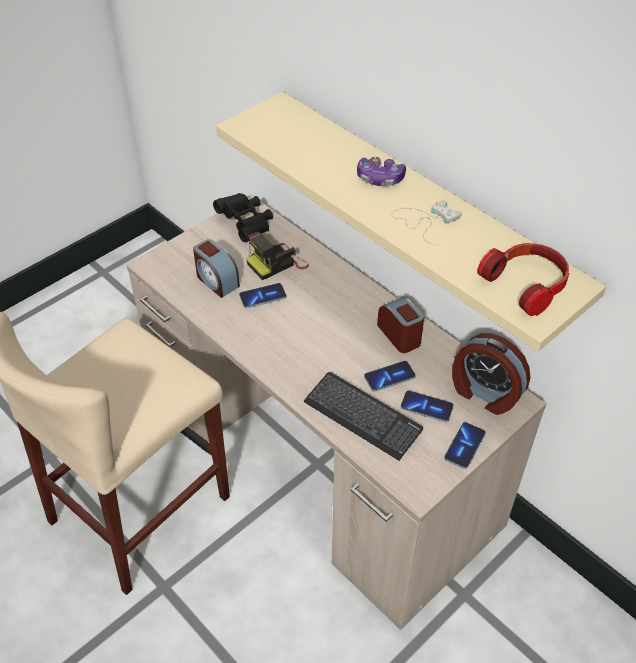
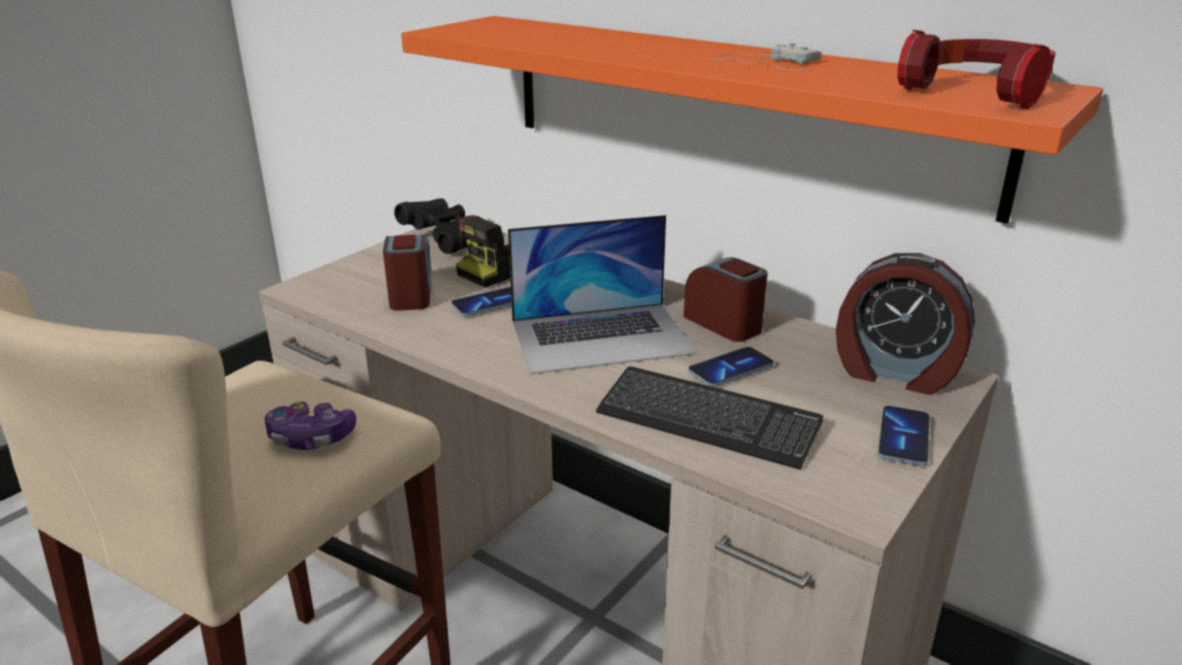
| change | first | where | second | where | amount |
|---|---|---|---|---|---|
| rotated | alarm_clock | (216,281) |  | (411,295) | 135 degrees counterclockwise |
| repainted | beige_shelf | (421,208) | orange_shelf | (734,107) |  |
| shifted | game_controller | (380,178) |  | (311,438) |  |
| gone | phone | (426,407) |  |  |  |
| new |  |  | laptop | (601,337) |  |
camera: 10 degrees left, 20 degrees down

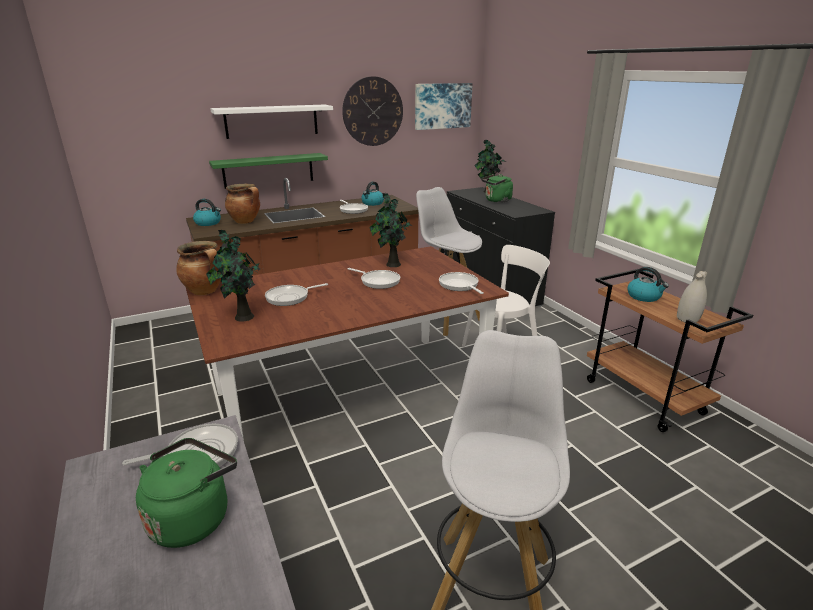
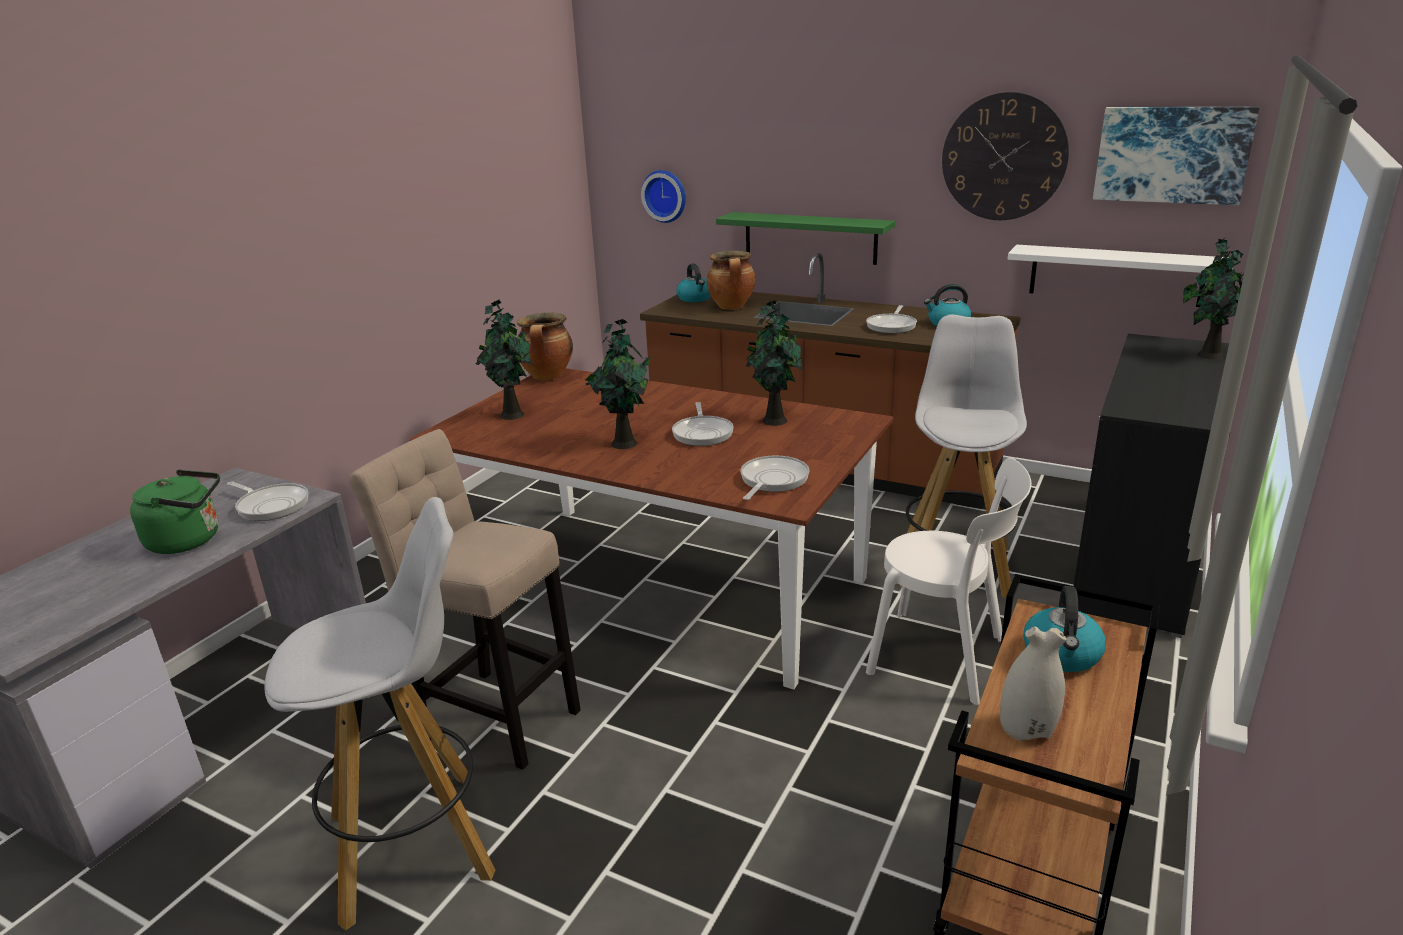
| change | first | where | second | where | amount |
|---|---|---|---|---|---|
| shifted | white_shelf | (272,121) |  | (1115,275) |  |
| gone | frying_pan | (290,297) |  |  |  |
| gone | green_kettle | (496,201) |  |  |  |
| new |  |  | beige_stool | (493,715) |  |
| new |  |  | potted_plant | (624,442) |  |
| new |  |  | wall_clock | (665,195) |  |
camera: 55 degrees right, 0 degrees up

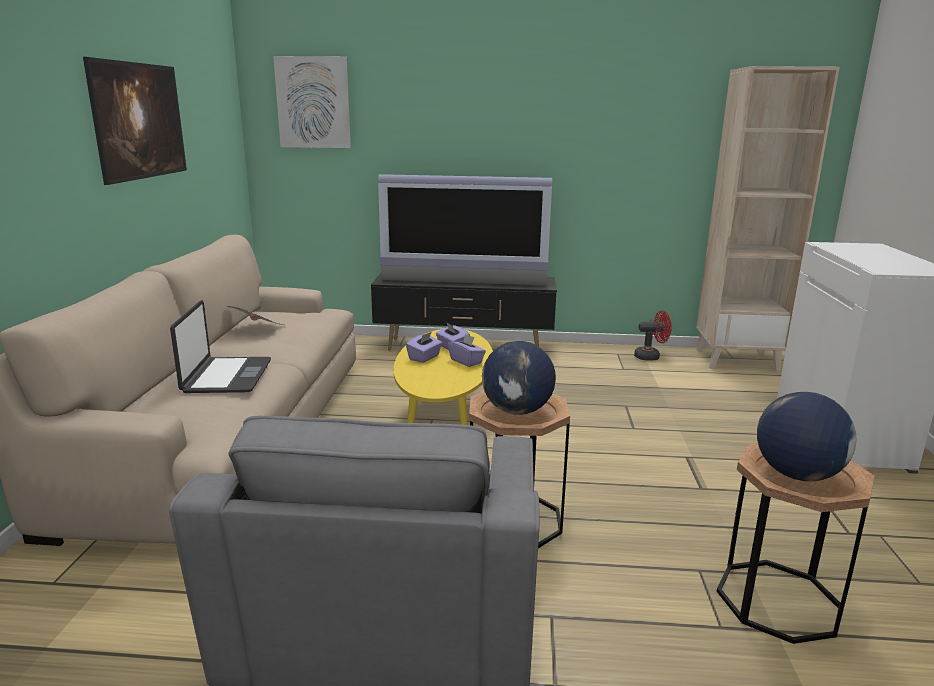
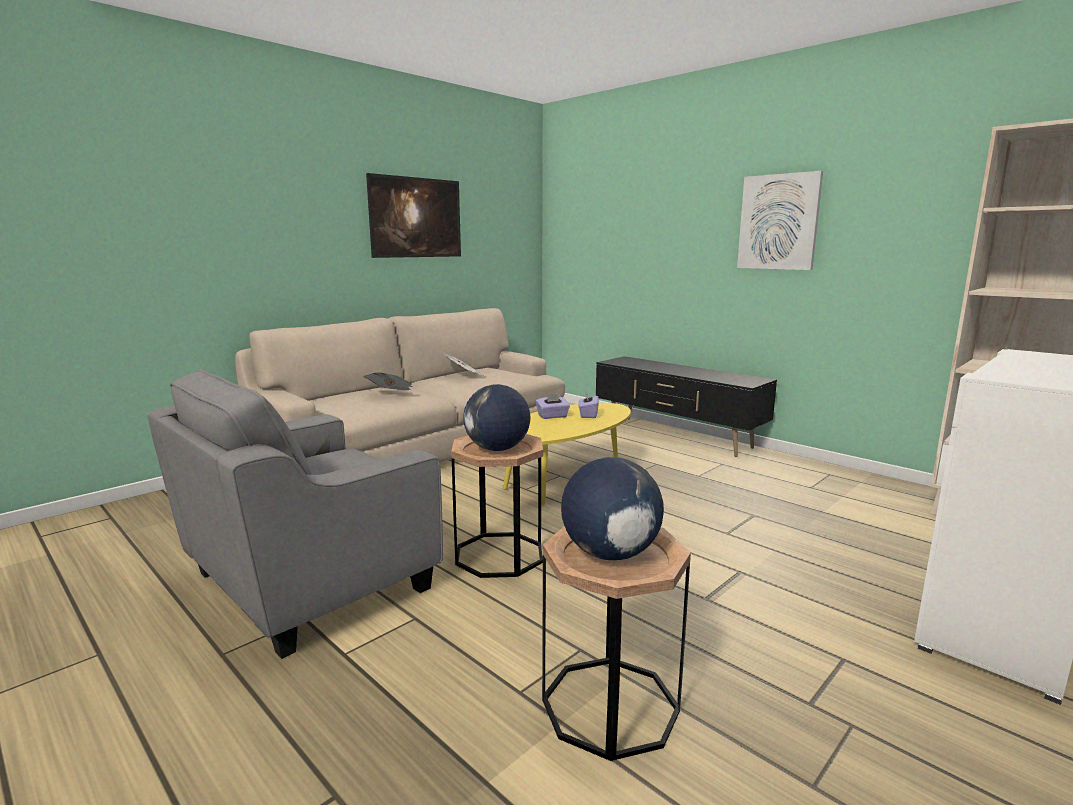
| change | first | where | second | where | amount |
|---|---|---|---|---|---|
| swapped | laptop | (226,376) | newspaper | (391,395) |  |
| shifted | picture | (313,102) |  | (778,222) |  |
| gone | television | (463,282) |  |  |  |
| gone | purple_tissue_box | (466,361) |  |  |  |
| gone | red_fan | (651,356) |  |  |  |
camera: 40 degrees right, 5 degrees down

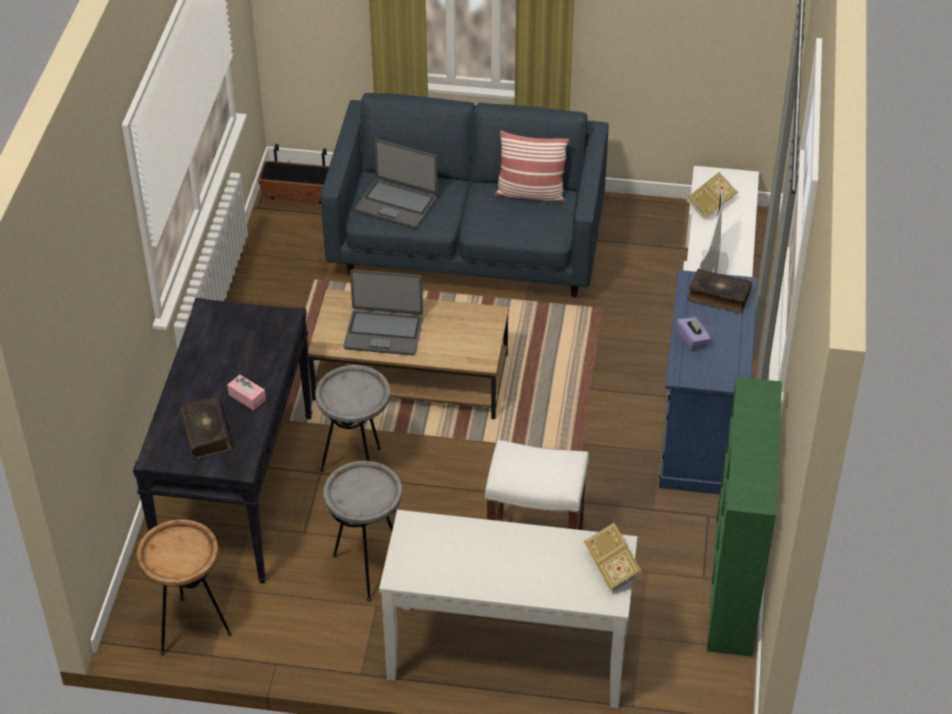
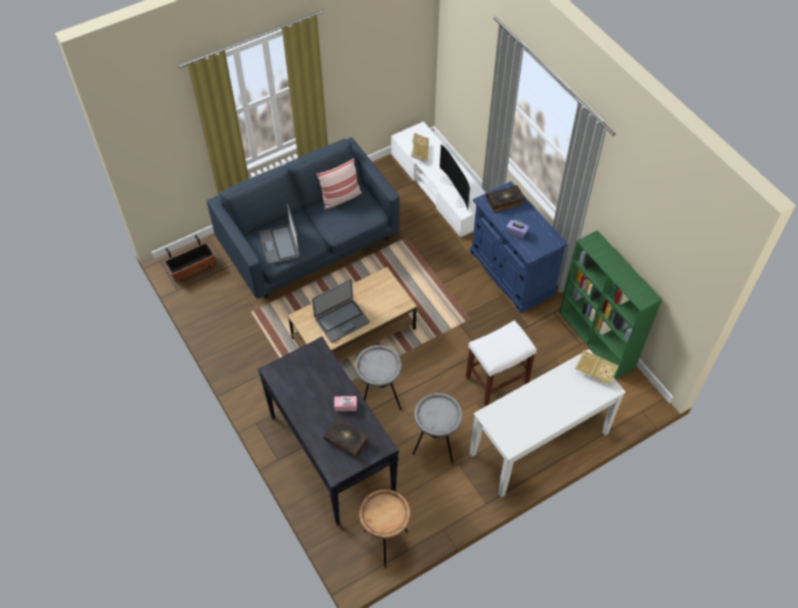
| change | first | where | second | where | amount |
|---|---|---|---|---|---|
| rotated | laptop | (397,204) |  | (280,245) | 90 degrees clockwise |
camera: 40 degrees left, 10 degrees up

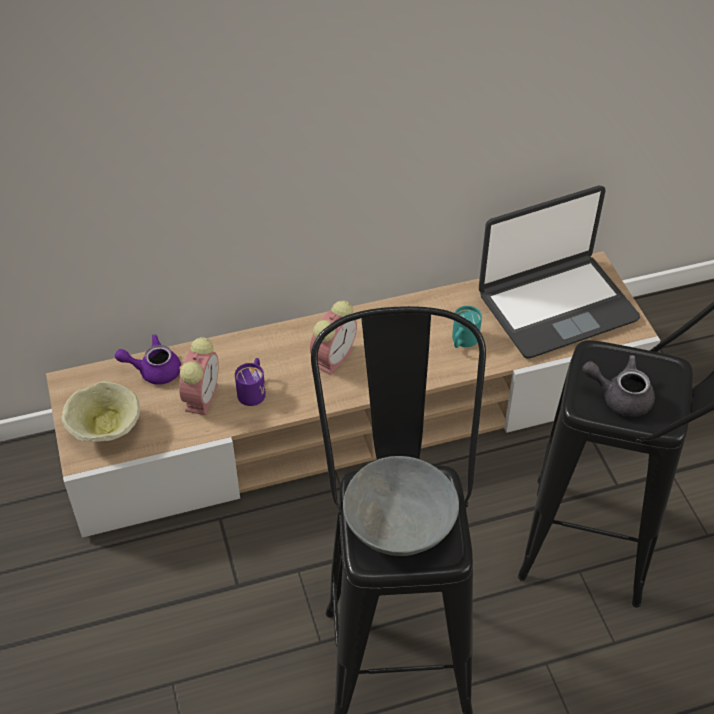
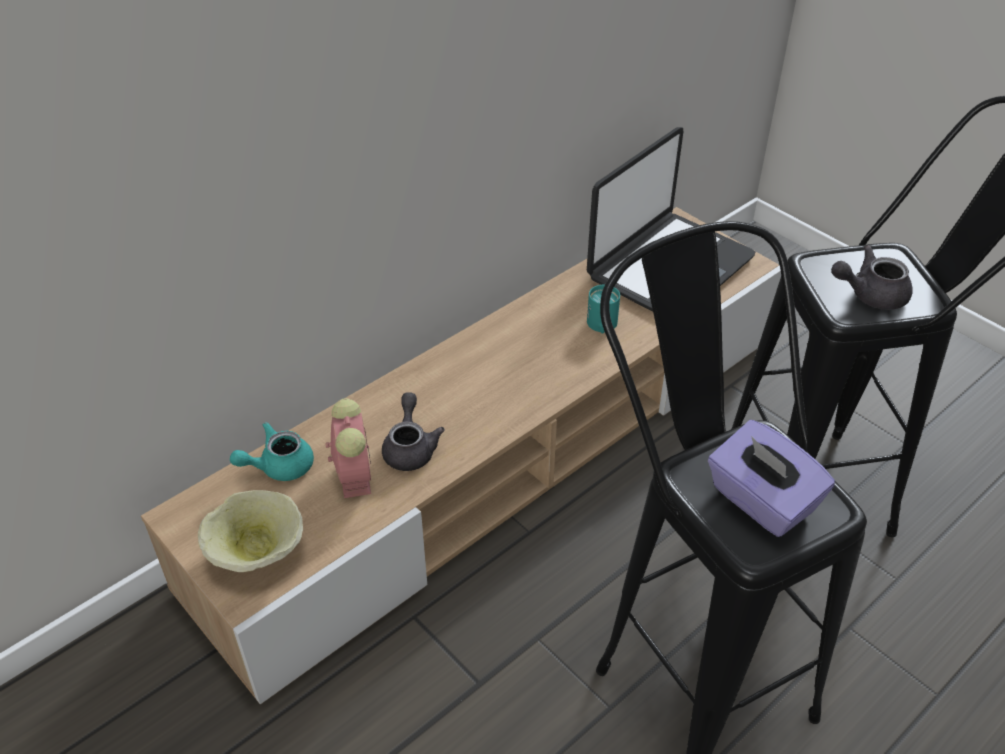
| change | first | where | second | where | amount |
|---|---|---|---|---|---|
| repainted | purple_teapot | (154,370) | turquoise_teapot | (278,466) |  |
| swapped | purple_mug | (253,390) | grey_teapot | (410,448) |  |
| gone | alarm_clock | (334,356) |  |  |  |
| swapped | grey_bowl | (400,526) | purple_tissue_box | (761,501) |  |
camera: 25 degrees left, 5 degrees down

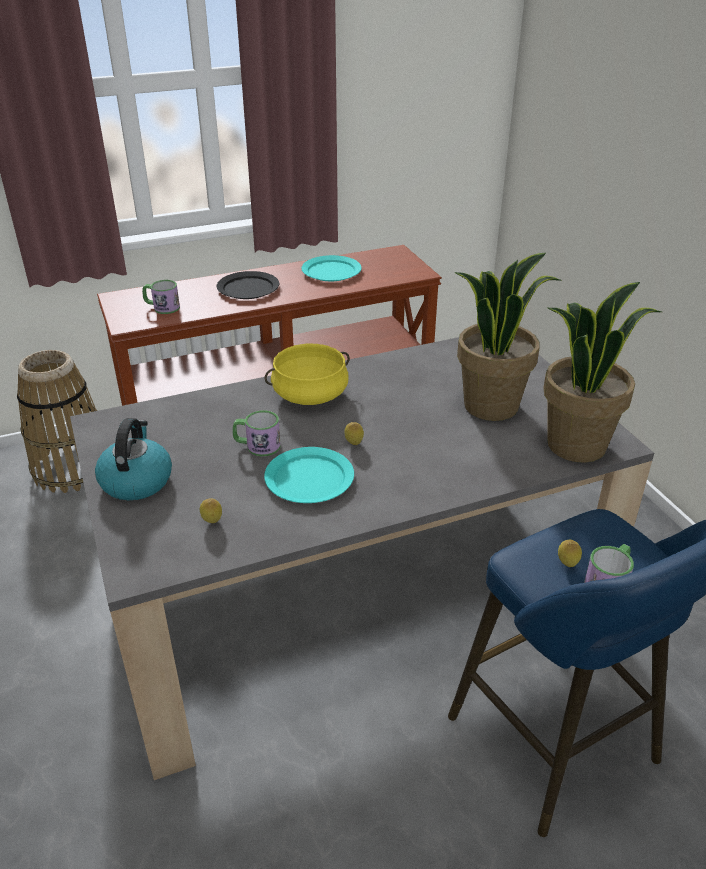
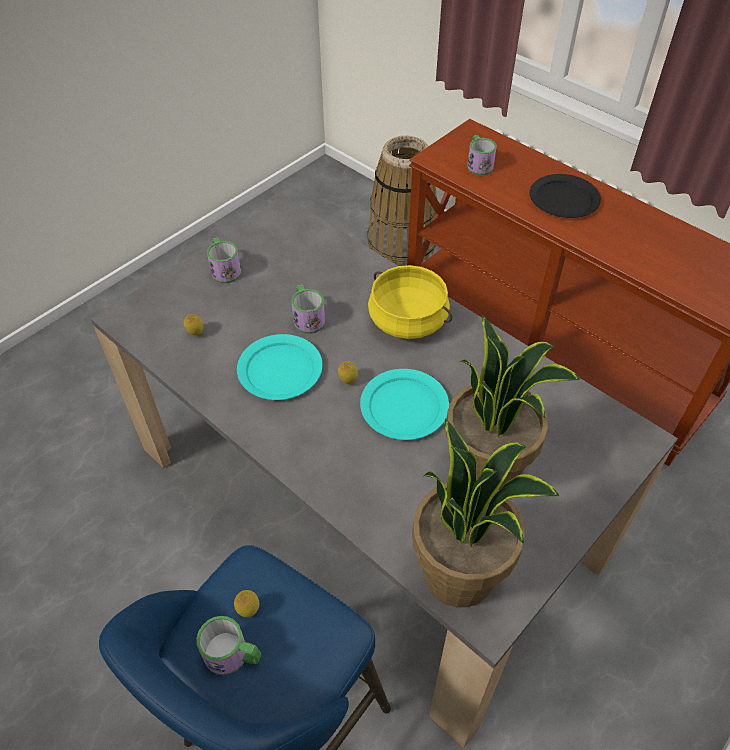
| change | first | where | second | where | amount |
|---|---|---|---|---|---|
| swapped | kettle | (136,480) | mug | (224,269) |  |
| shifted | turquoise_plate | (331,271) |  | (405,406) |  |
camera: 65 degrees right, 15 degrees up

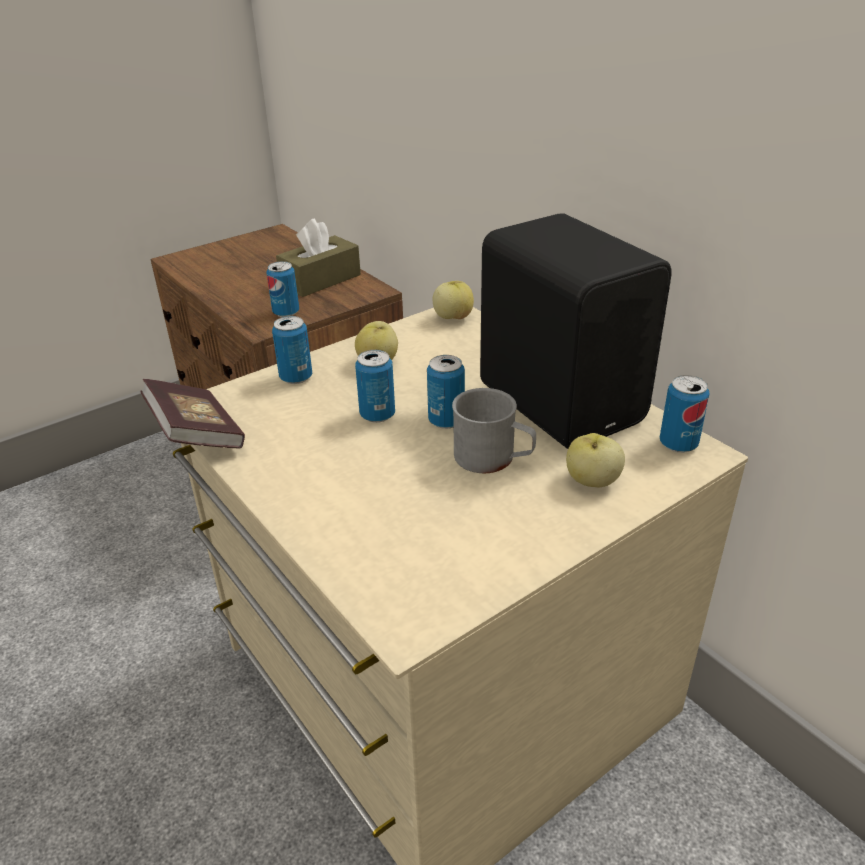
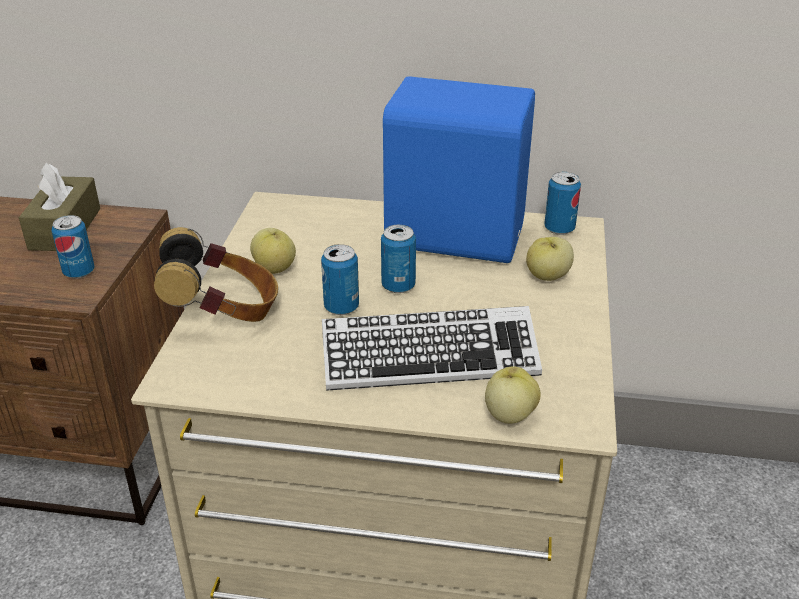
| change | first | where | second | where | amount |
|---|---|---|---|---|---|
| gone | book | (196,435) |  |  |  |
| swapped | can | (296,377) | headphones | (223,313) |  |
| shifted | apple | (453,317) |  | (509,415) |  |
| gone | grey_mug | (493,458) |  |  |  |
| repainted | black_speaker | (562,401) | blue_speaker | (453,234) |  |
| new |  |  | keyboard | (429,359) |  |
camera: 45 degrees left, 0 degrees up

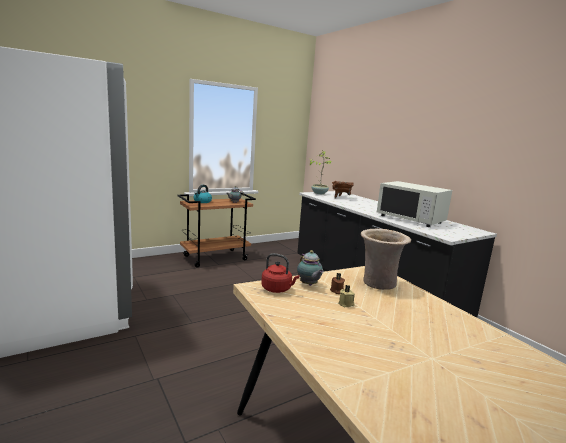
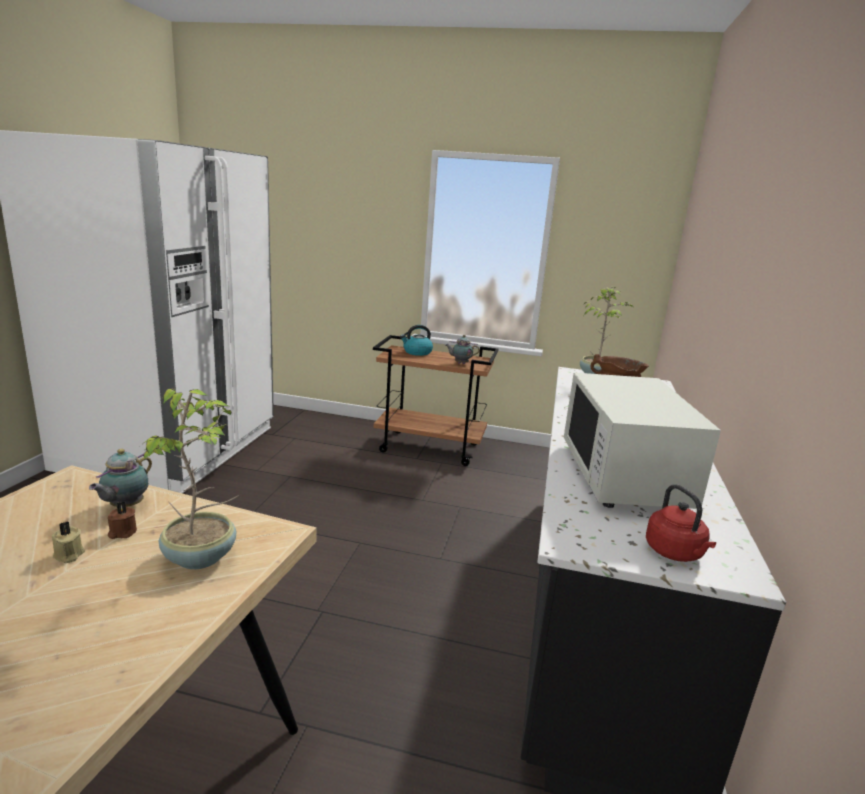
| change | first | where | second | where | amount |
|---|---|---|---|---|---|
| shifted | red_kettle | (277,289) |  | (675,553) |  |
| swapped | beige_vase | (378,284) | potted_plant | (202,557) |  |
camera: 45 degrees right, 5 degrees up

